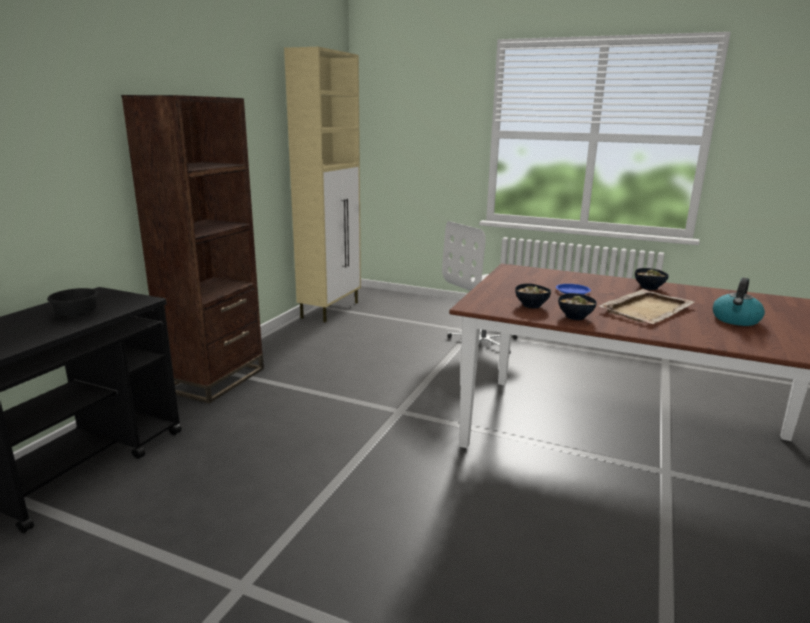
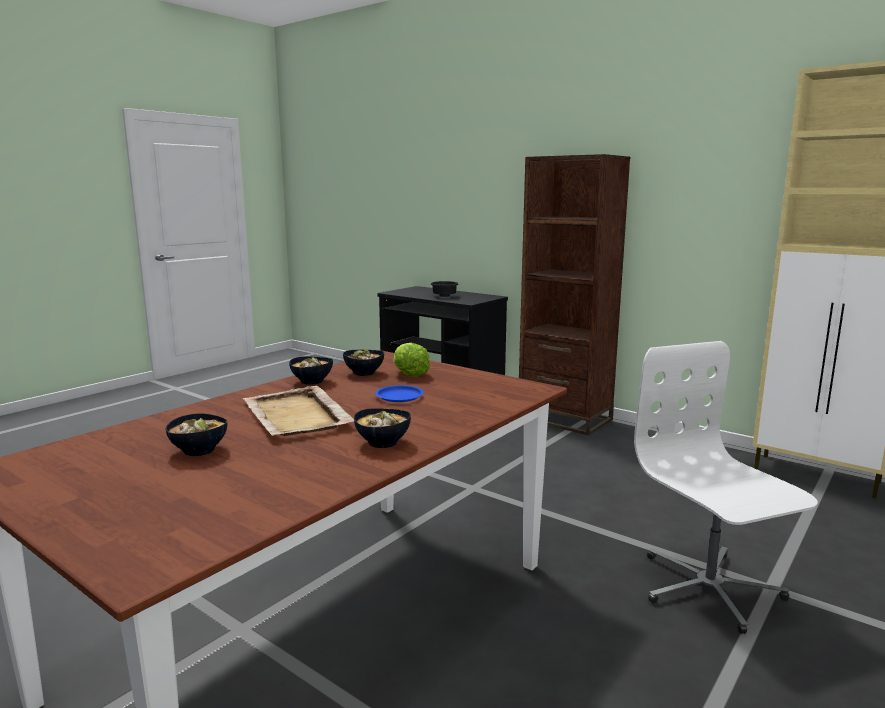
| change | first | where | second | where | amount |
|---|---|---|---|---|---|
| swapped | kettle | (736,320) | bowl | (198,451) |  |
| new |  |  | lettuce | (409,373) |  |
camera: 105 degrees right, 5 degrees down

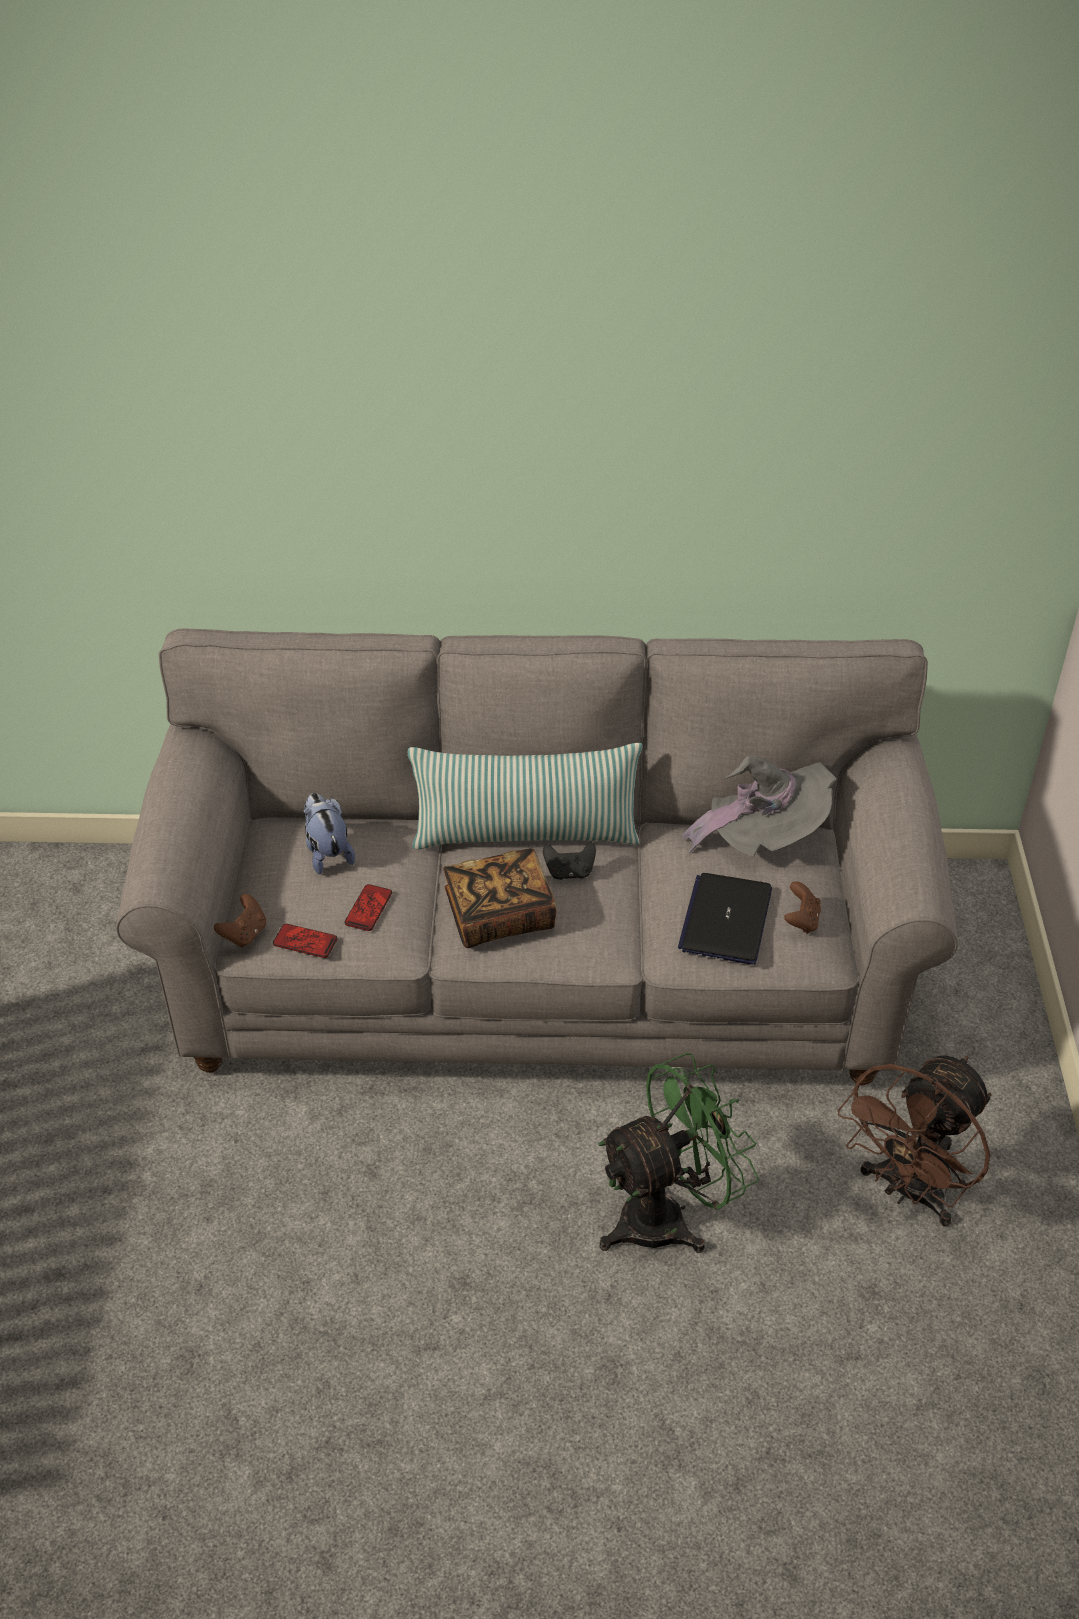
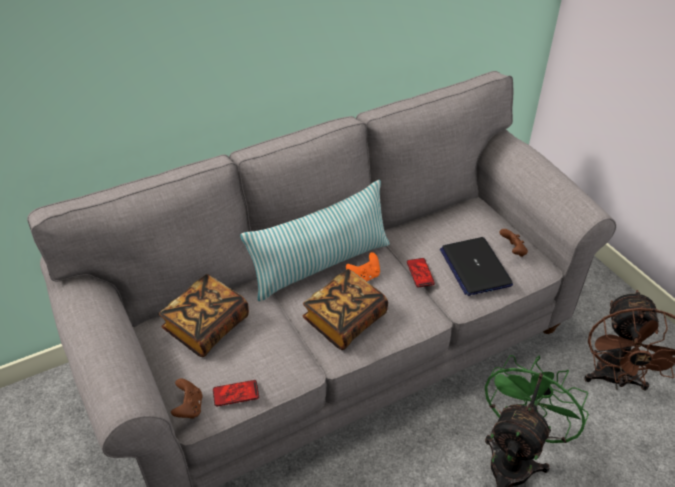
| change | first | where | second | where | amount |
|---|---|---|---|---|---|
| swapped | plush_toy | (327,852) | book | (207,327) |  |
| shifted | phone | (368,908) |  | (420,273) |  |
| repainted | black_game_controller | (569,872) | orange_game_controller | (364,276) |  |
| gone | grey_hat | (763,834) |  |  |  |
camera: 30 degrees left, 0 degrees up

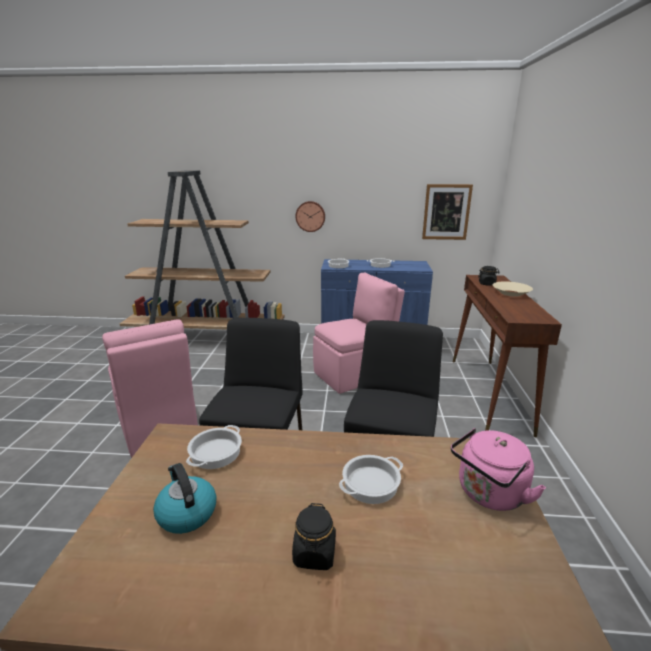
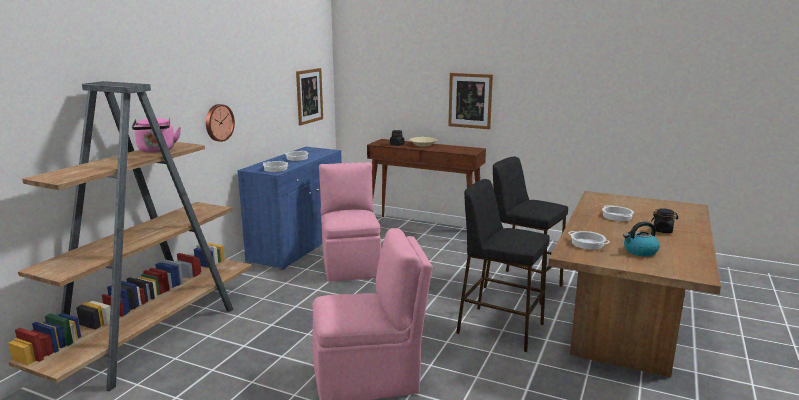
| change | first | where | second | where | amount |
|---|---|---|---|---|---|
| shifted | pink_kettle | (488,494) |  | (157,151) |  |
| new |  |  | picture | (470,100) |  |
camera: 70 degrees left, 5 degrees down

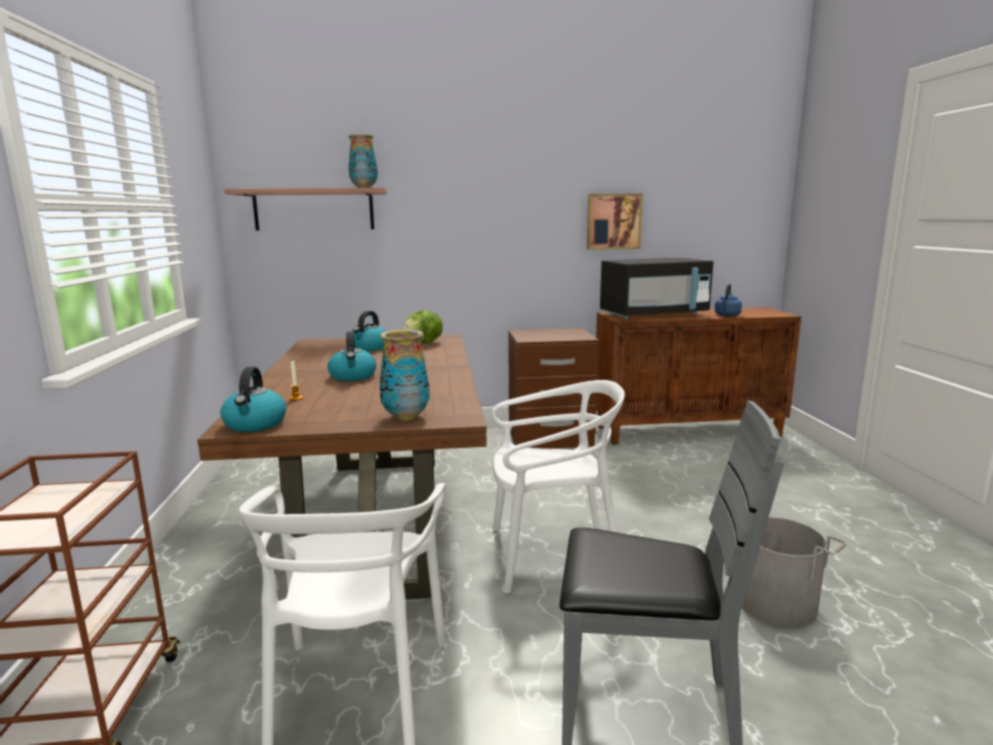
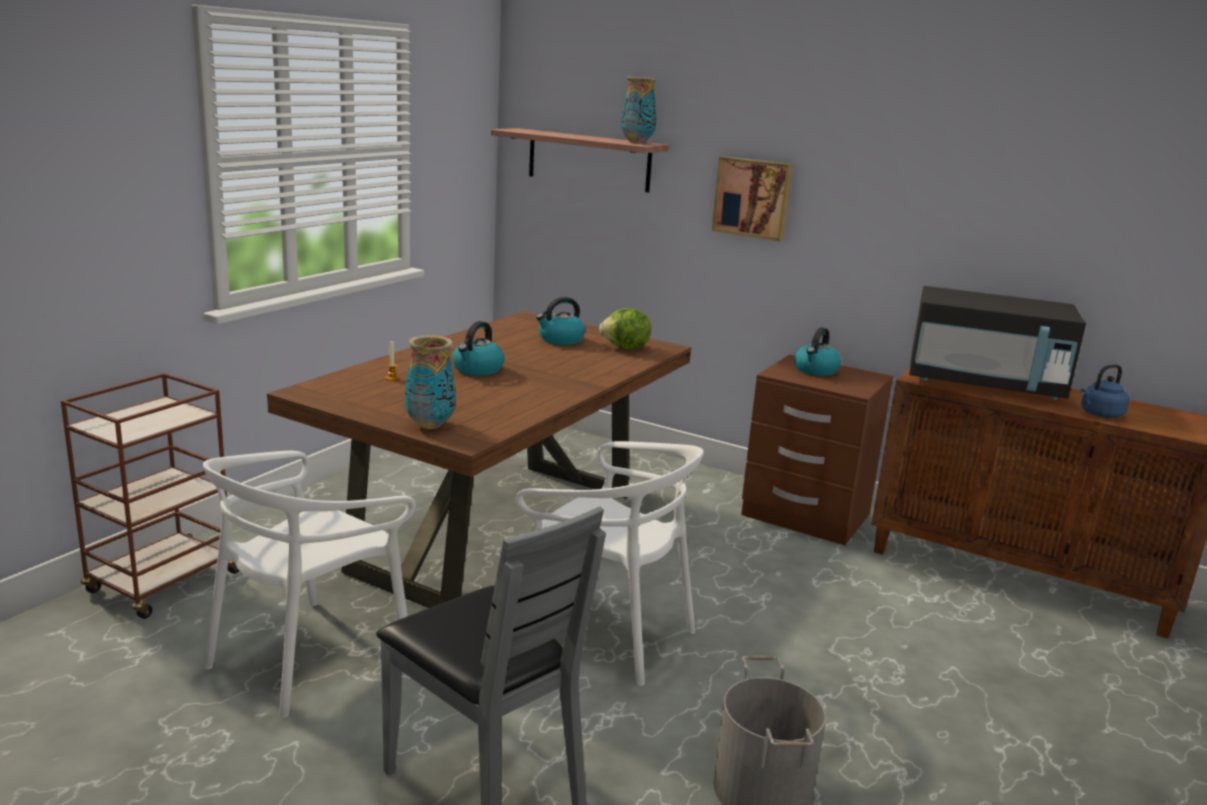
| change | first | where | second | where | amount |
|---|---|---|---|---|---|
| shifted | kettle | (255,424) |  | (816,370) |  |
| shifted | picture | (613,221) |  | (752,198) |  |
camera: 35 degrees right, 5 degrees up

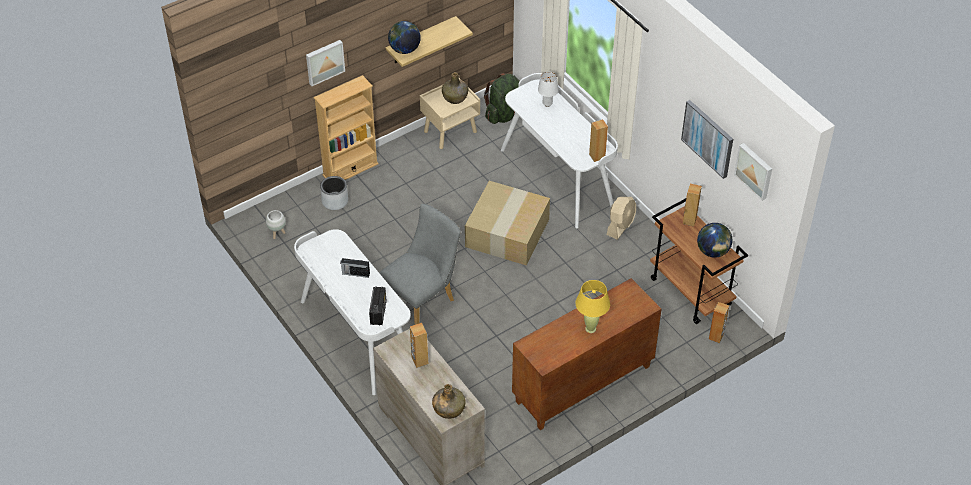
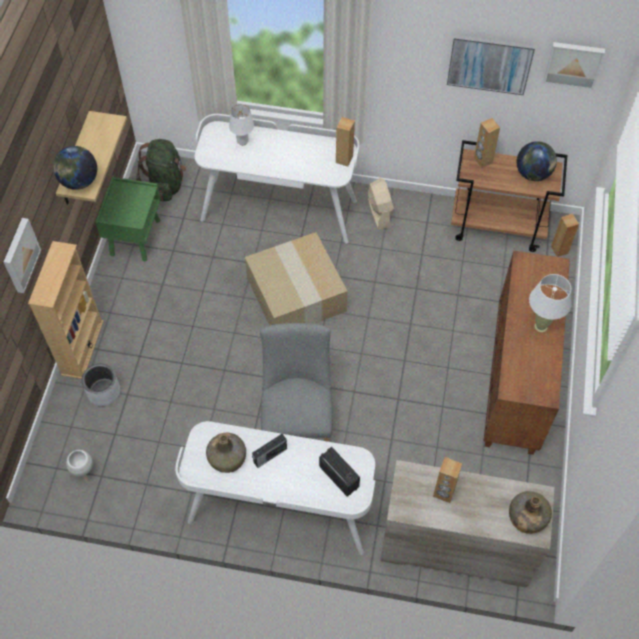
| change | first | where | second | where | amount |
|---|---|---|---|---|---|
| repainted | beige_nightstand | (450,131) | green_nightstand | (135,237) |  |
| shifted | green_bottle | (455,97) |  | (227,458) |  |
| repainted | yellow_table_lamp | (590,328) | white_table_lamp | (540,327) |  |
camera: 45 degrees left, 10 degrees up

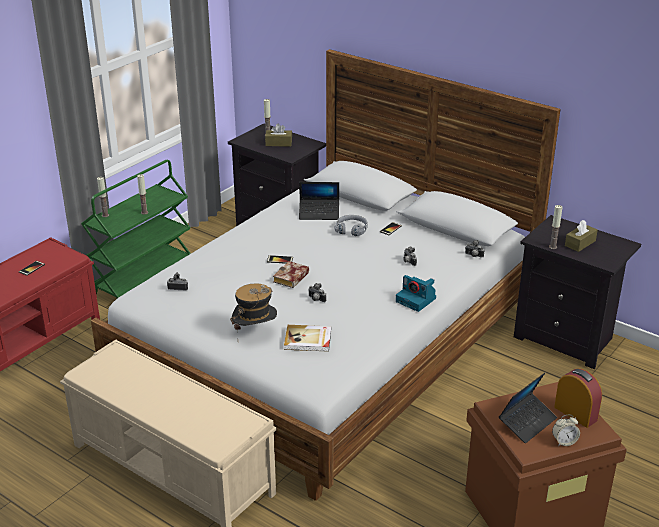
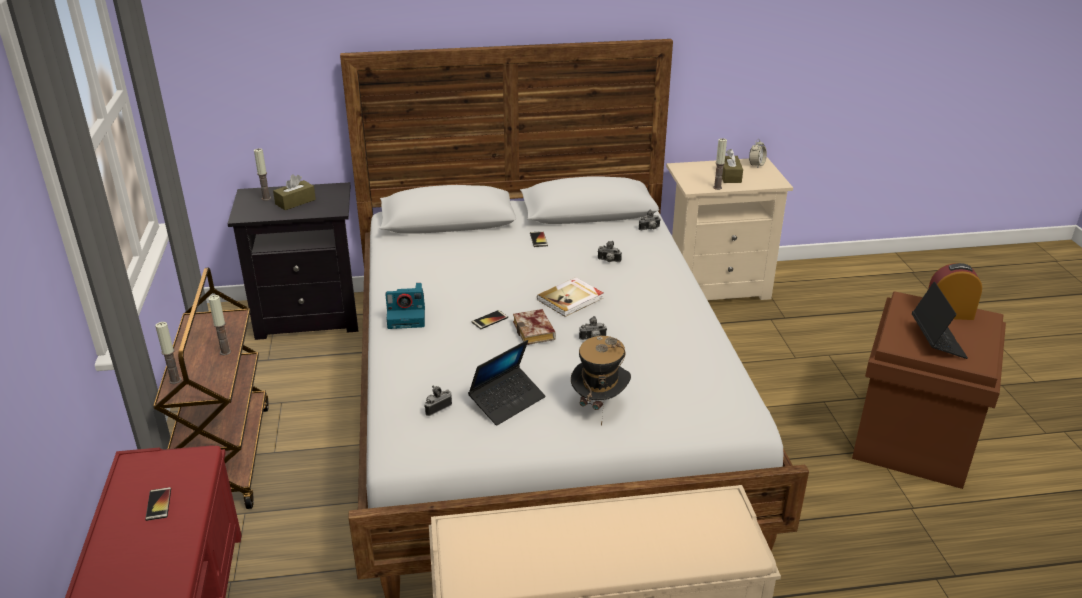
| change | first | where | second | where | amount |
|---|---|---|---|---|---|
| repainted | green_cart | (143,281) | brown_cart | (227,456) |  |
| shifted | book | (308,340) |  | (571,299) |  |
| shifted | laptop | (319,213) |  | (507,401) |  |
| gone | grey_headphones | (351,229) |  |  |  |
| shifted | photo_camera | (416,300) |  | (407,316) |  |
| repainted | black_nightstand | (566,339) | beige_nightstand | (716,286) |  |
| shifted | alarm_clock | (564,442) |  | (756,165) |  |
camera: 45 degrees left, 0 degrees up

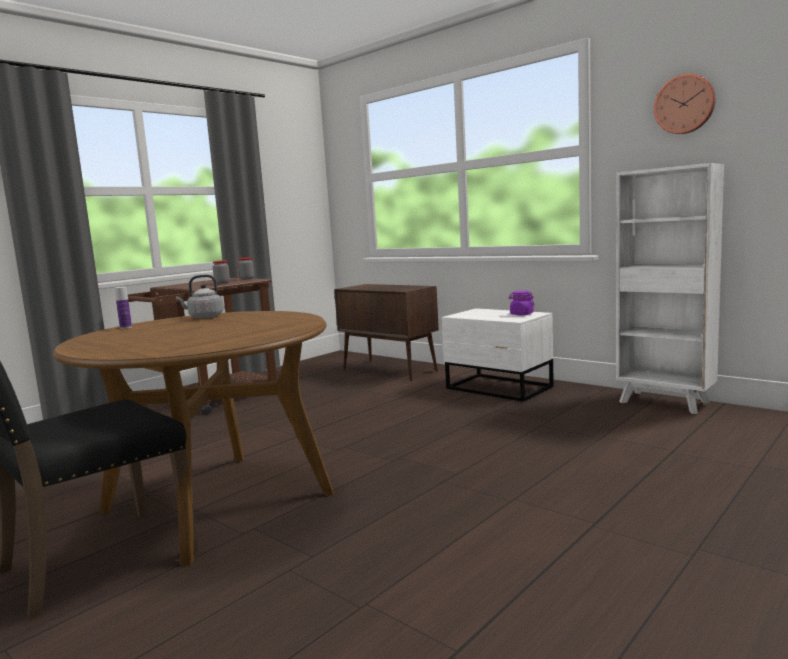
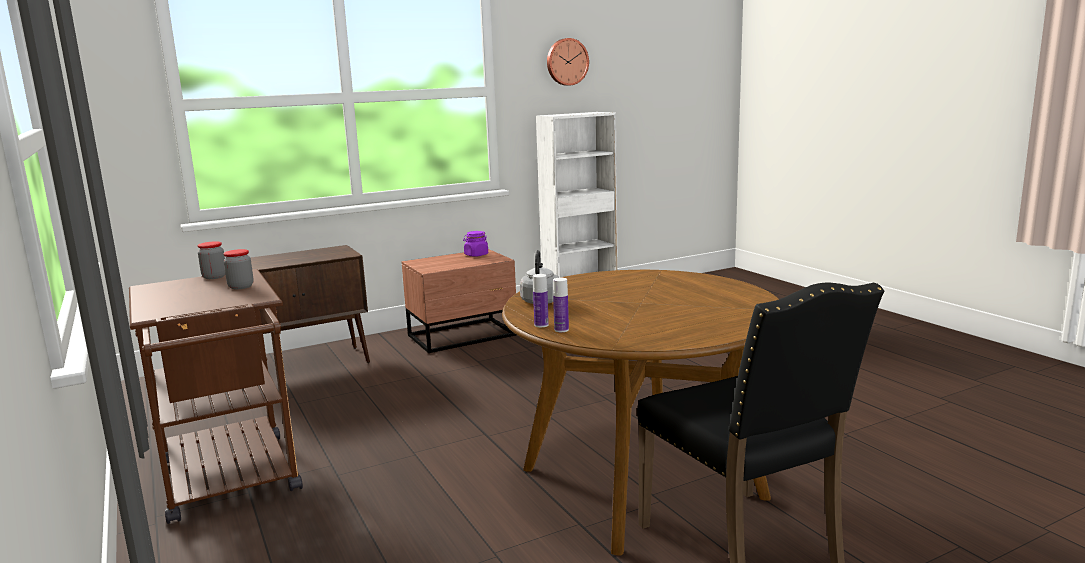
| change | first | where | second | where | amount |
|---|---|---|---|---|---|
| repainted | white_nightstand | (499,388) | brown_nightstand | (464,336) |  |
| new |  |  | bottle | (541,325) |  |
camera: 70 degrees left, 5 degrees up

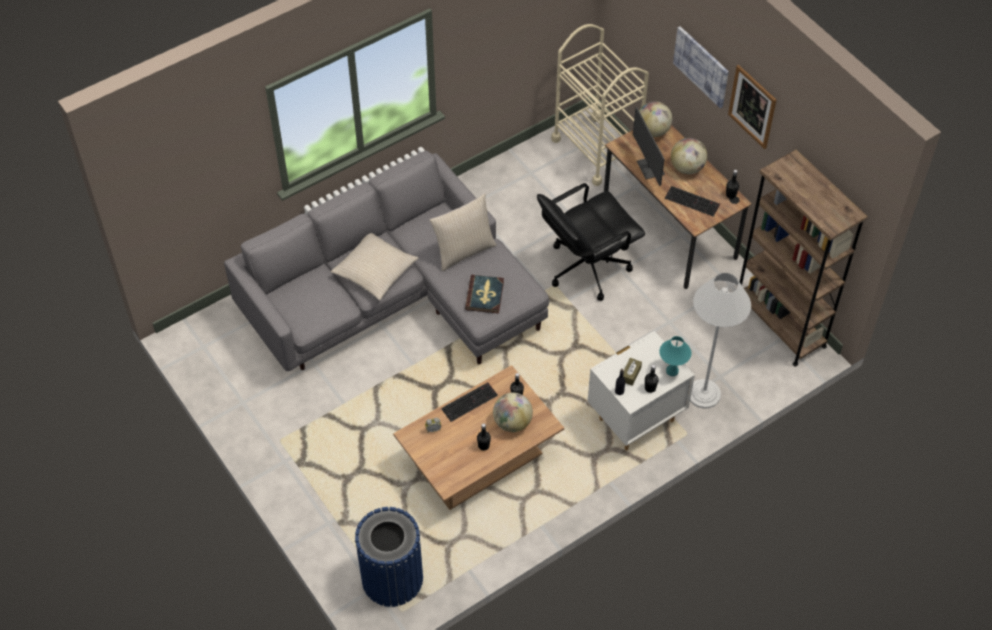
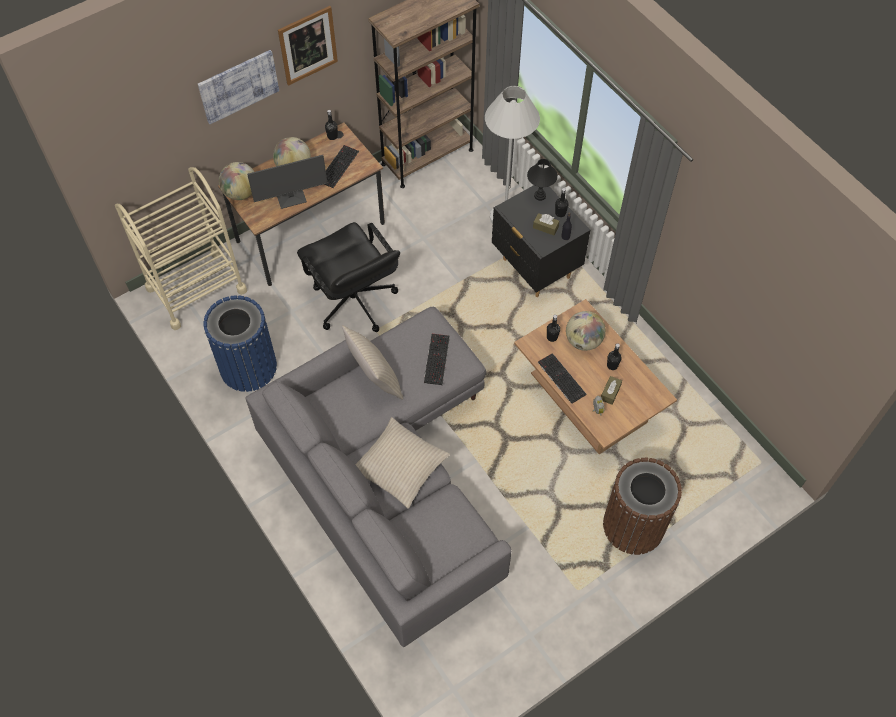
| change | first | where | second | where | amount |
|---|---|---|---|---|---|
| shifted | blue_trash_can | (392,578) |  | (248,366) |  |
| swapped | book | (485,295) | keyboard | (436,358) |  |
| repainted | white_nightstand | (635,420) | black_nightstand | (535,269) |  |
| repainted | turquoise_table_lamp | (672,371) | black_table_lamp | (540,196) |  |
| new |  |  | brown_tissue_box | (610,392) |  |
| new |  |  | brown_trash_can | (633,525) |  |
camera: 90 degrees left, 5 degrees up

